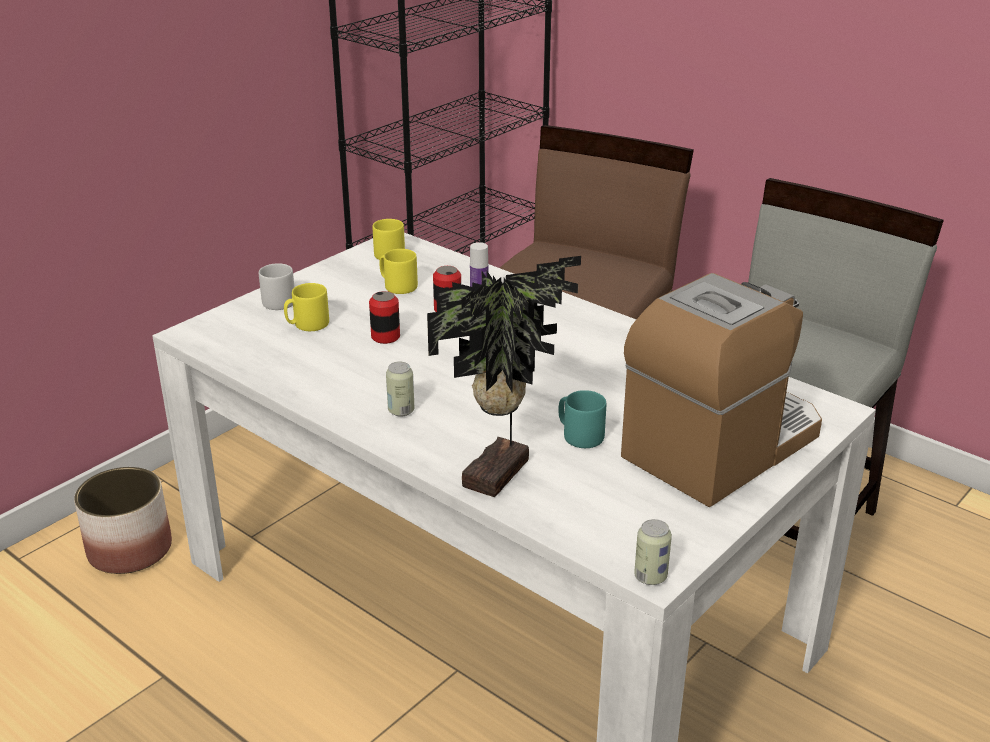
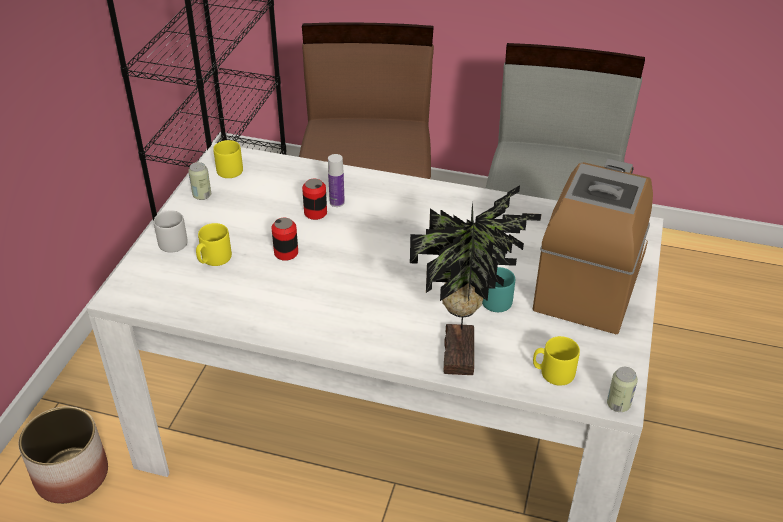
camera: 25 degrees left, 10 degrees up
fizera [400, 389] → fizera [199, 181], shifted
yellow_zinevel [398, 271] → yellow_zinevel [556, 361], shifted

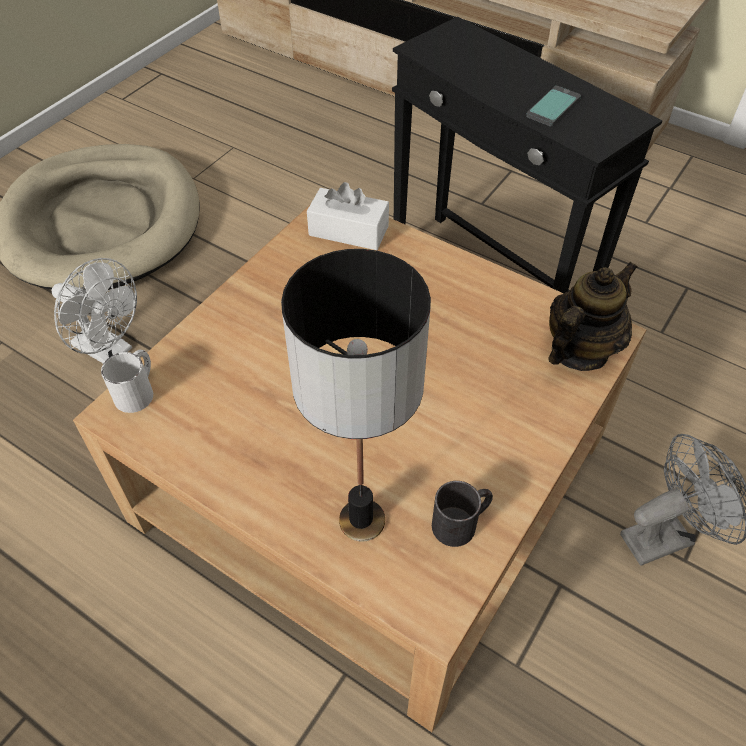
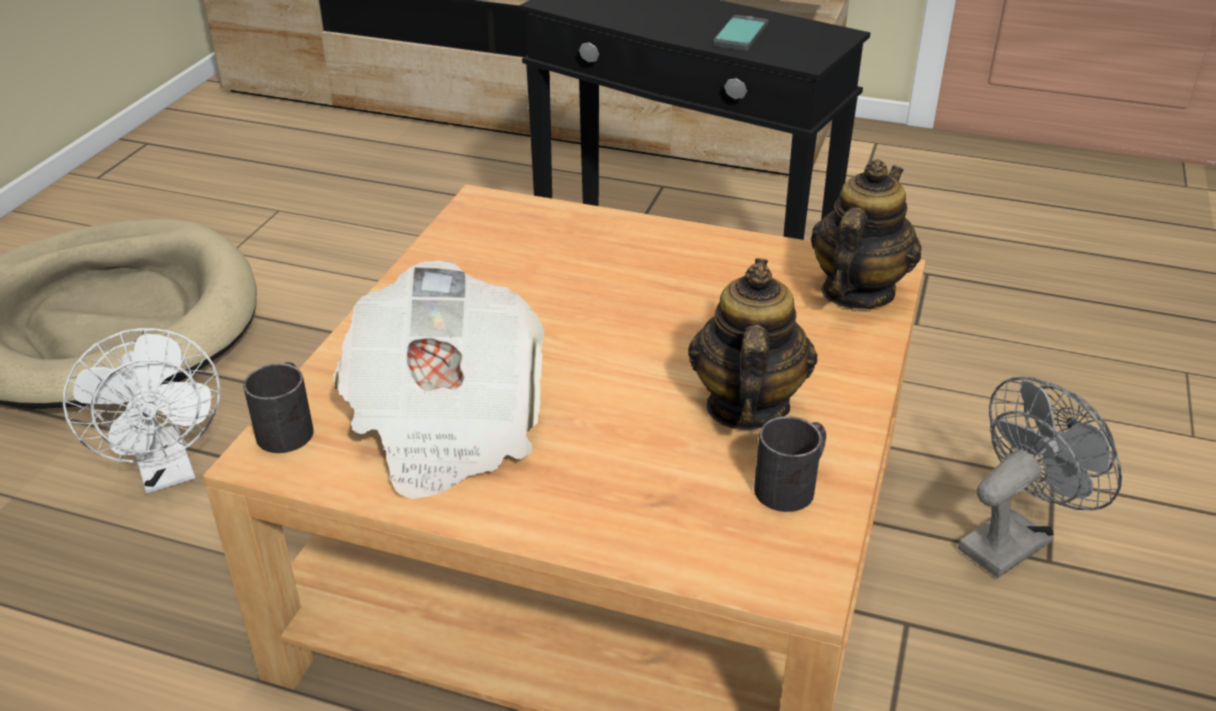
camera: 15 degrees left, 15 degrees down
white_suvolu [94, 311] → white_suvolu [141, 410], 45 degrees clockwise
white_zinevel [127, 381] → black_zinevel [278, 407]
- → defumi [439, 379]
- → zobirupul [752, 344]
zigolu [356, 395] → -
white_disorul [348, 216] → -

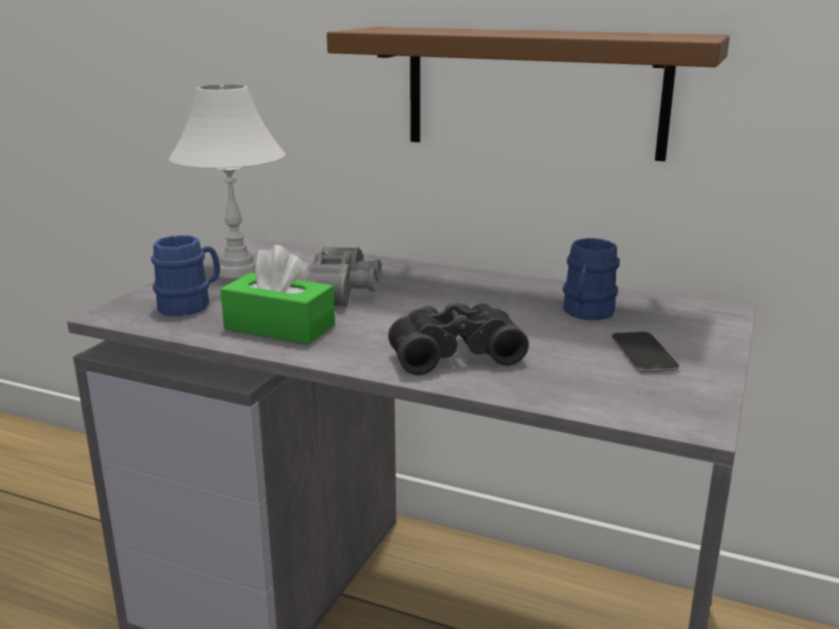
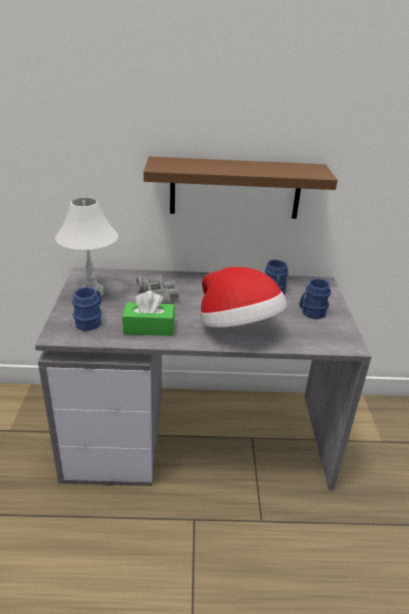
camera: 25 degrees left, 10 degrees up
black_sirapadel [458, 339] → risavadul [243, 297]
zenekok [645, 352] → blue_zinevel [315, 299]

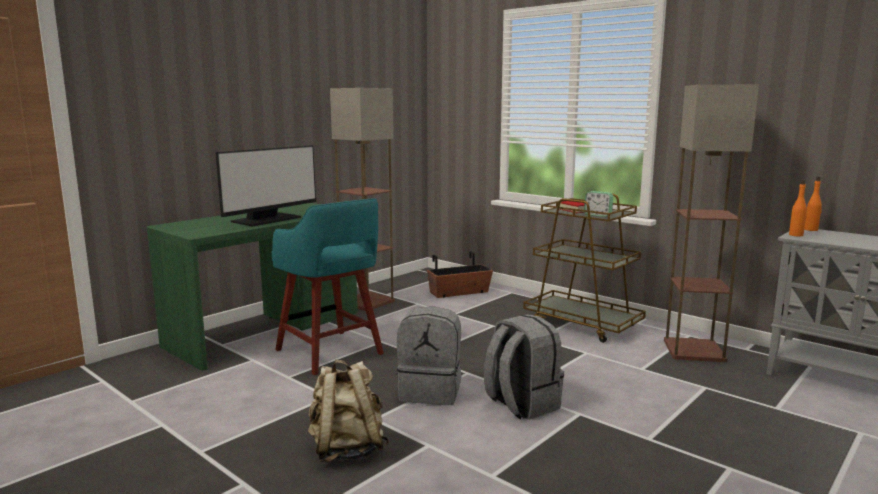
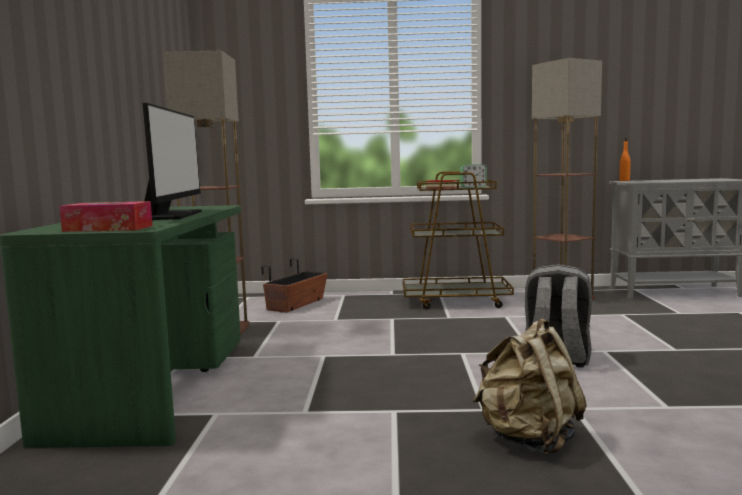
camera: 40 degrees left, 5 degrees down
- → disorul [106, 216]
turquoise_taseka [328, 286] → -
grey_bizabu [429, 355] → -
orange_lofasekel [798, 208] → -

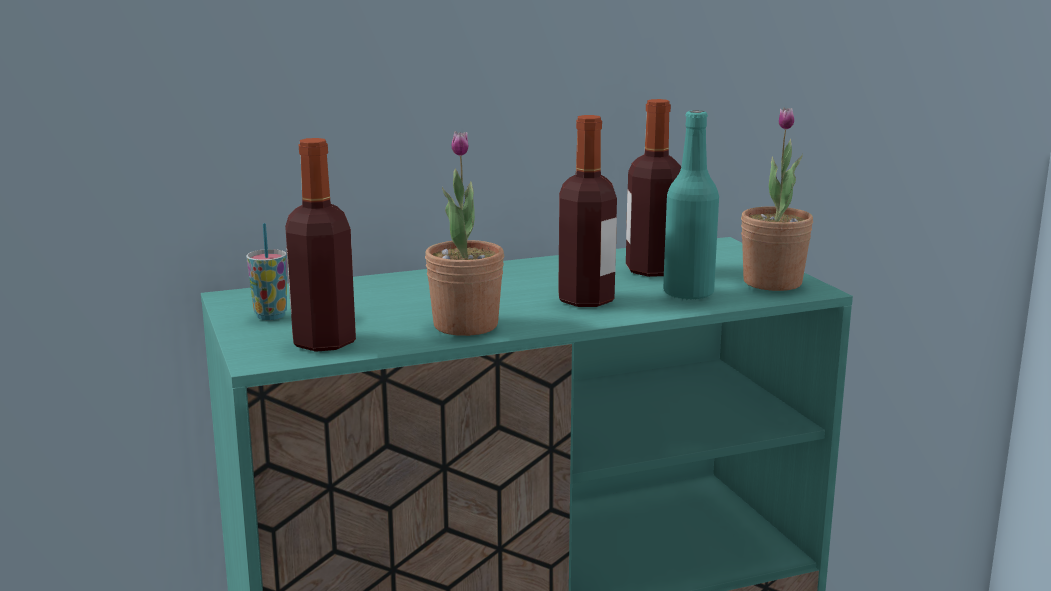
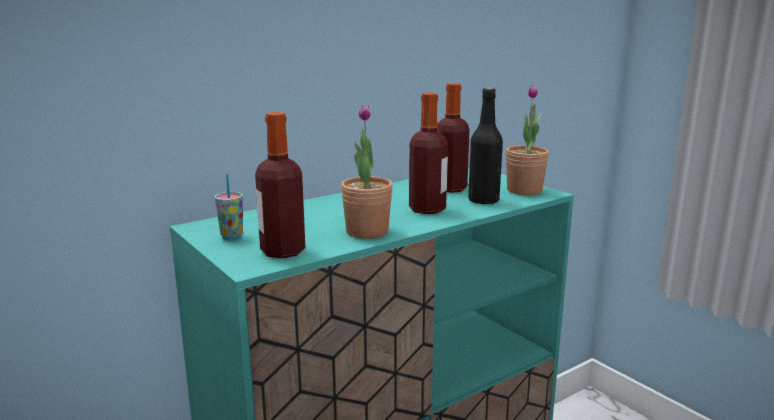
camera: 15 degrees left, 0 degrees up
turquoise_lofasekel [691, 205] → black_lofasekel [485, 146]

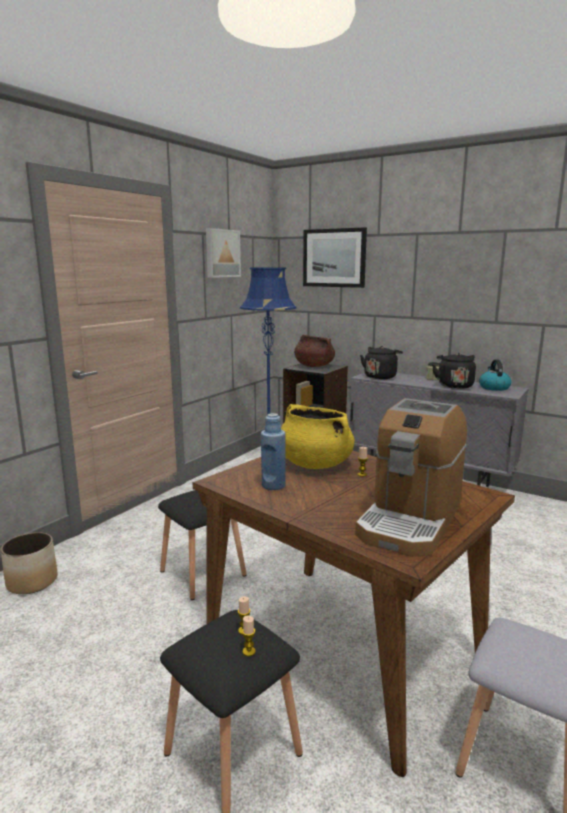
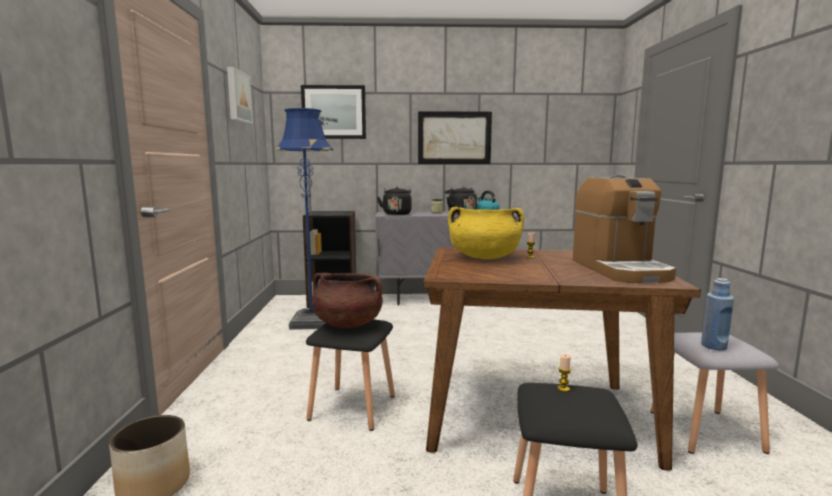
camera: 35 degrees left, 5 degrees down
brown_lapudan [314, 351] → brown_lapudan [347, 300], shifted
- → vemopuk [455, 137]
blue_lofasekel [273, 451] → blue_lofasekel [717, 314], shifted
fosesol [249, 635] → -

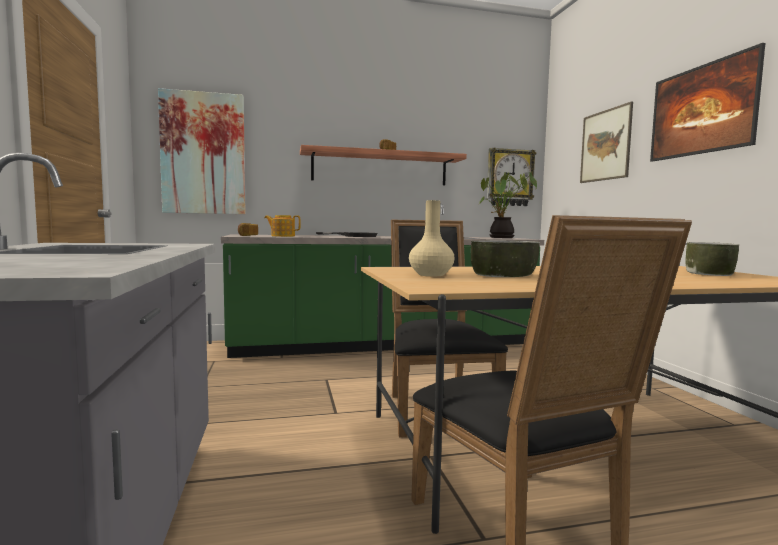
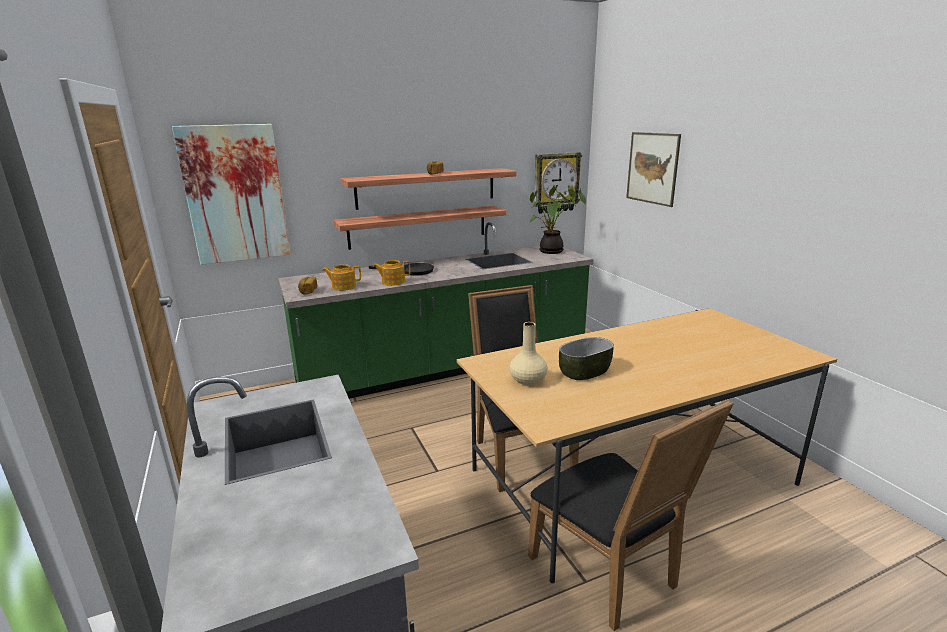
camera: 10 degrees left, 15 degrees up
- → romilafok [420, 228]
- → zobirupul [391, 273]
vemopuk [707, 102] → -
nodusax [712, 259] → -

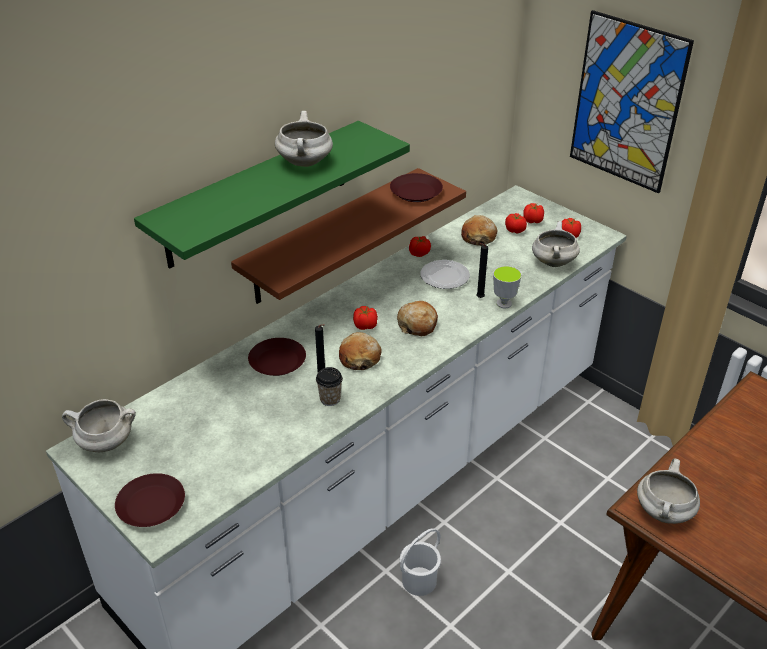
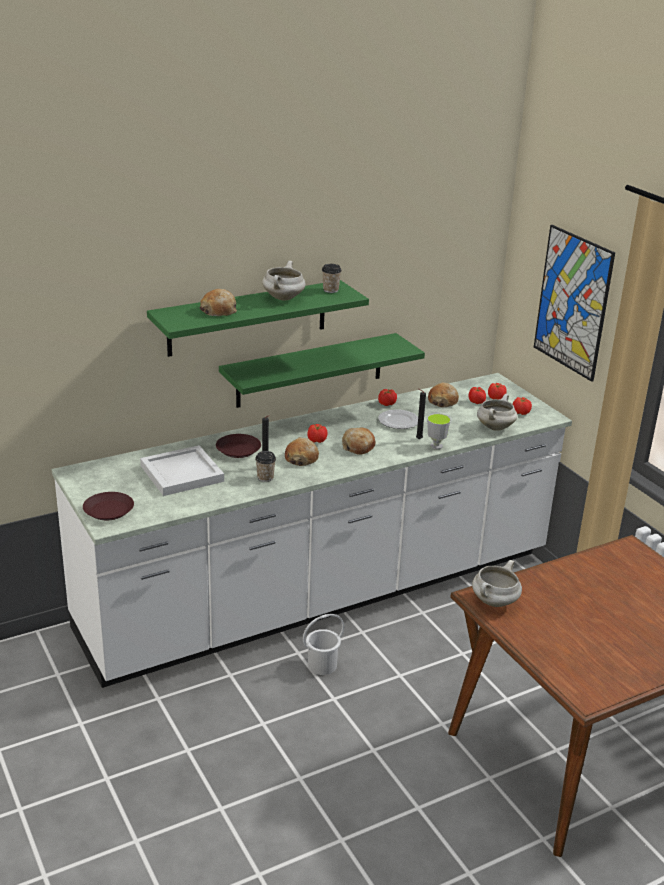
camera: 15 degrees right, 10 degrees down
- → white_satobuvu [182, 470]
- → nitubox [218, 302]
brown_romilafok [348, 236] → green_romilafok [322, 370]
- → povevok [332, 278]
white_lapudan [99, 425] → -
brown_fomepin [416, 187] → -

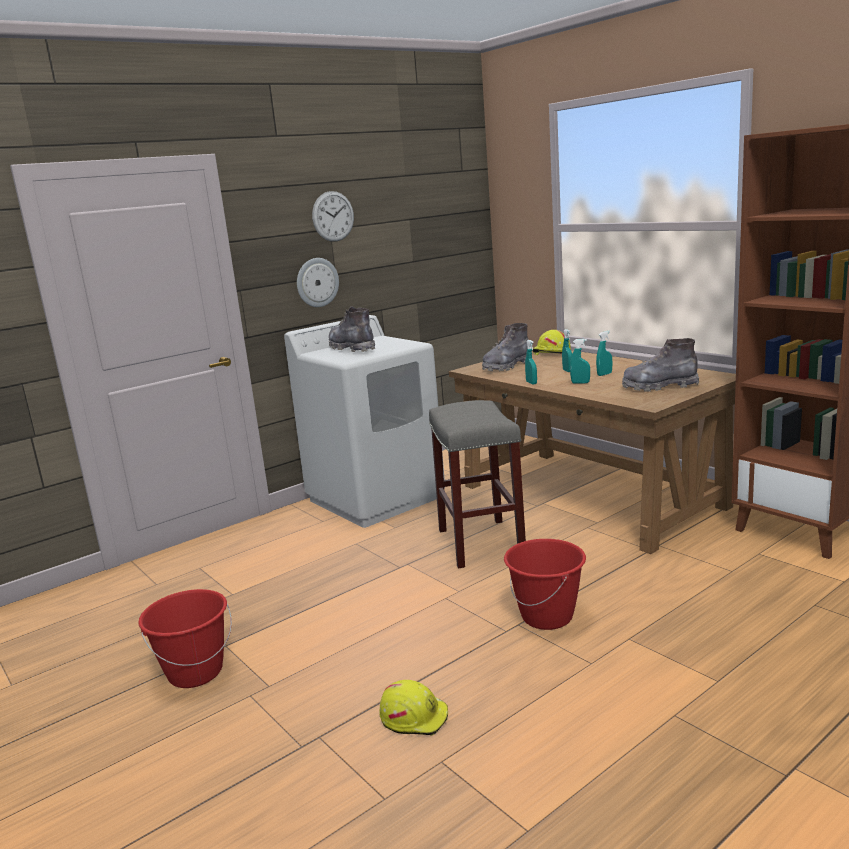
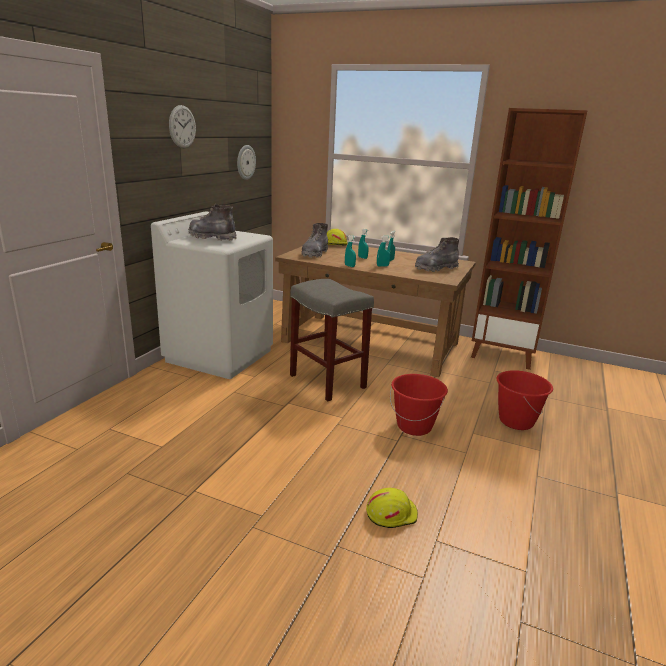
camera: 30 degrees left, 5 degrees up
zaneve [318, 282] → zaneve [246, 162], shifted
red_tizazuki [185, 638] → red_tizazuki [524, 400], shifted

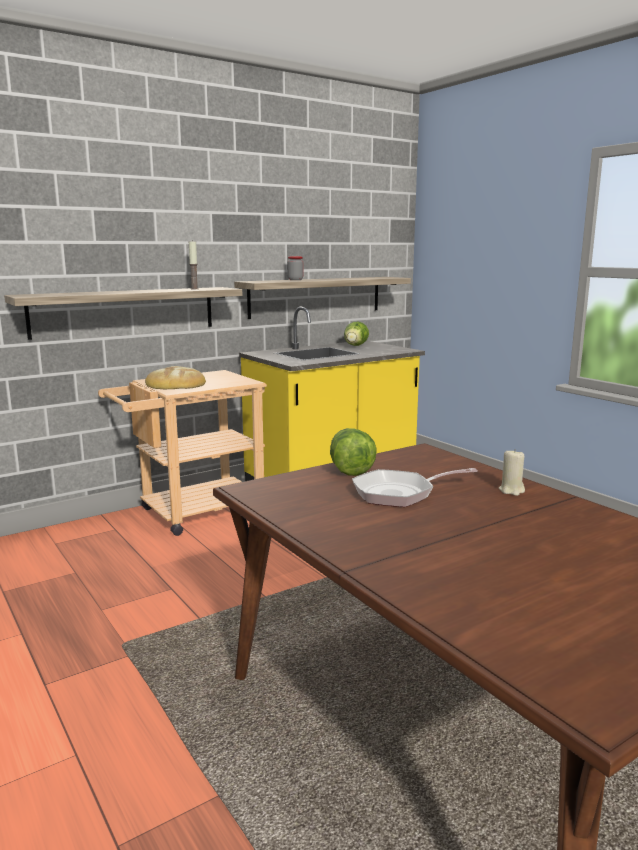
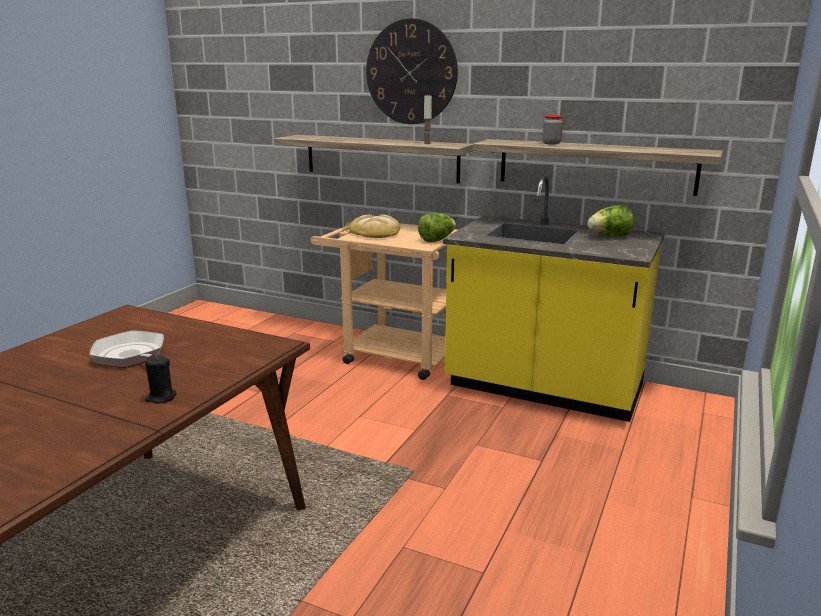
camera: 60 degrees right, 5 degrees up
beige_fosesol [512, 472] → black_fosesol [161, 379]
- → zaneve [412, 71]
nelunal [353, 452] → nelunal [437, 227], shifted

